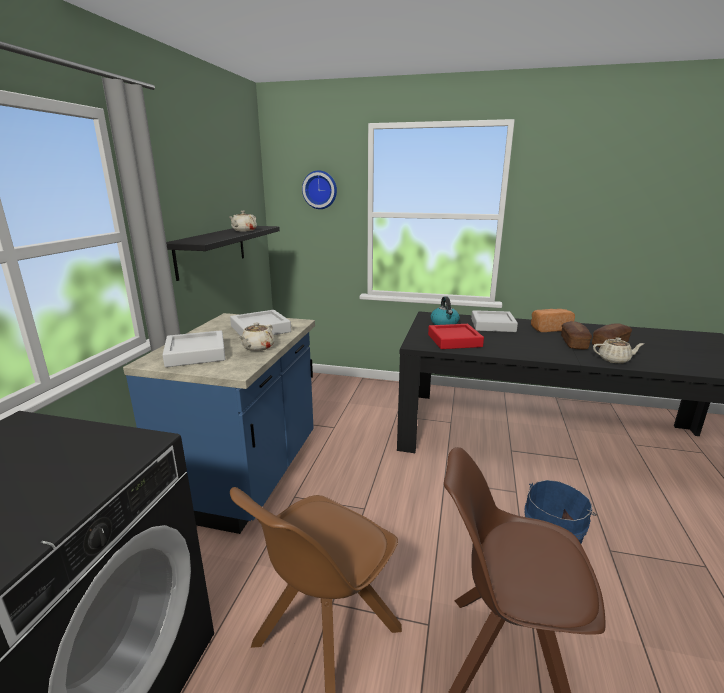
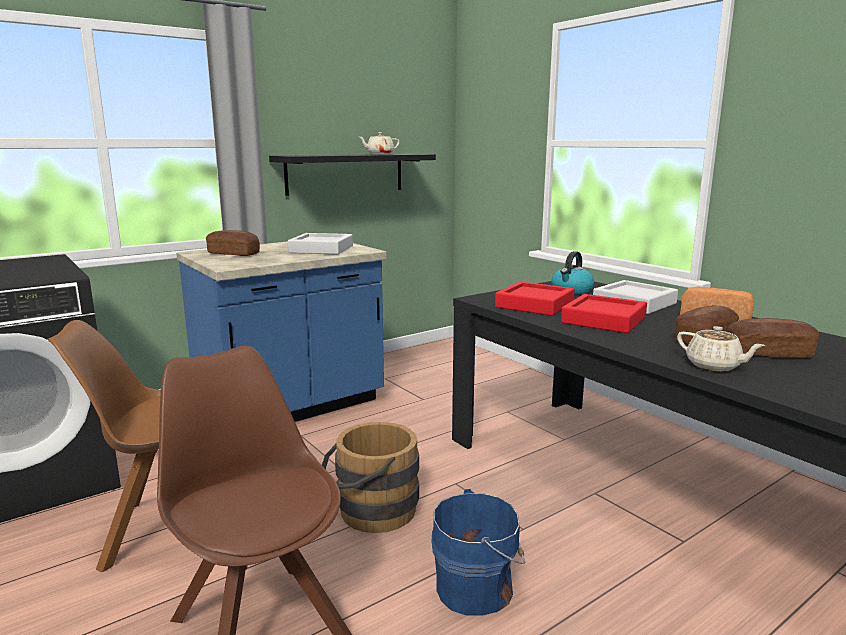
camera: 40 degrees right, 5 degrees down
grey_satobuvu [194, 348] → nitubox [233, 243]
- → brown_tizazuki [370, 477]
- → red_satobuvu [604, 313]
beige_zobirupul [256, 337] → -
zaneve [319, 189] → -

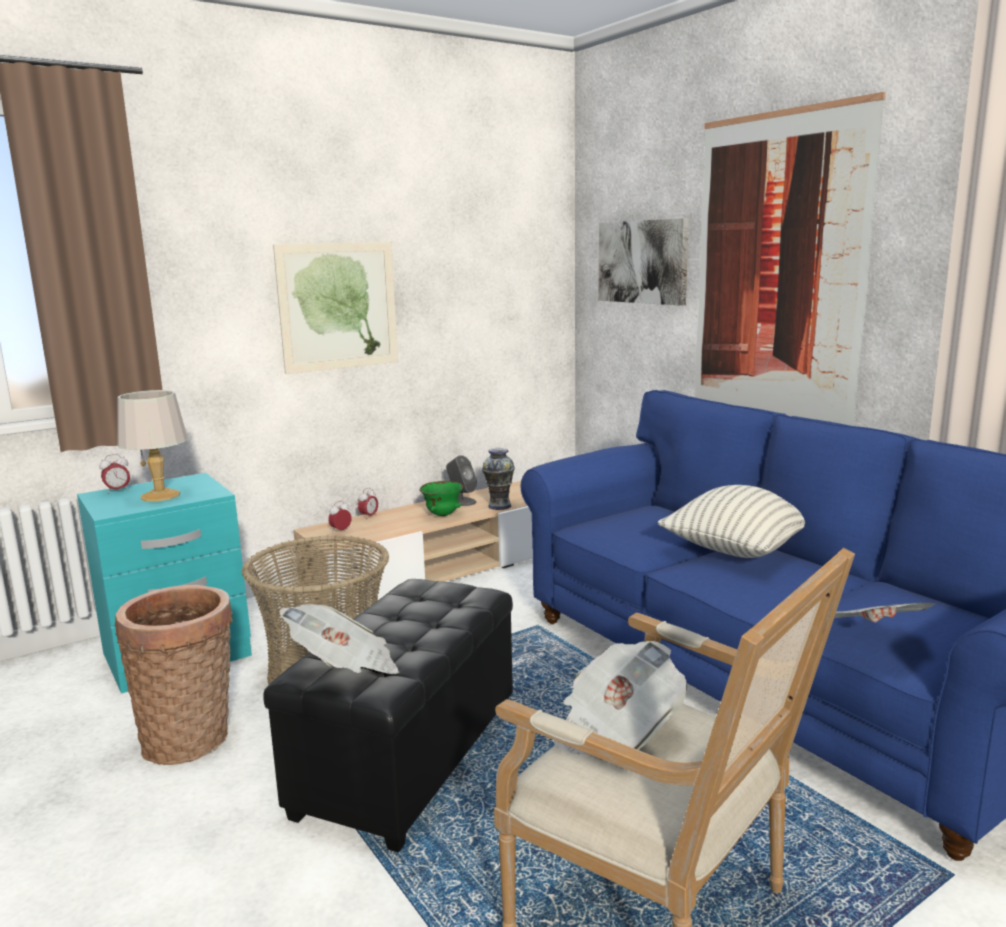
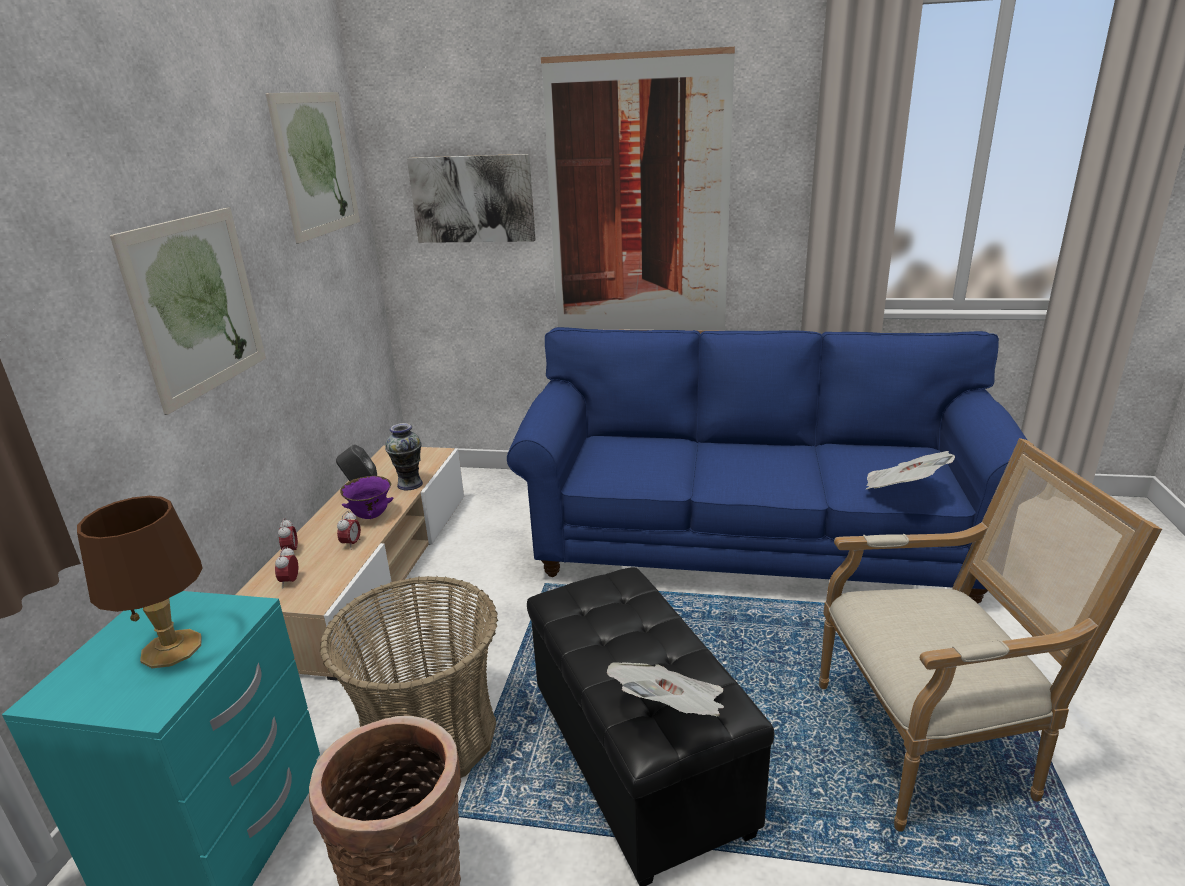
camera: 45 degrees left, 10 degrees up
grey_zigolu [153, 446] → brown_zigolu [140, 582]
- → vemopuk [313, 168]
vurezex [114, 474] → vurezex [349, 529], shifted
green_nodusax [441, 498] → purple_nodusax [366, 497]
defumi [620, 700] → -
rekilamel [731, 521] → -

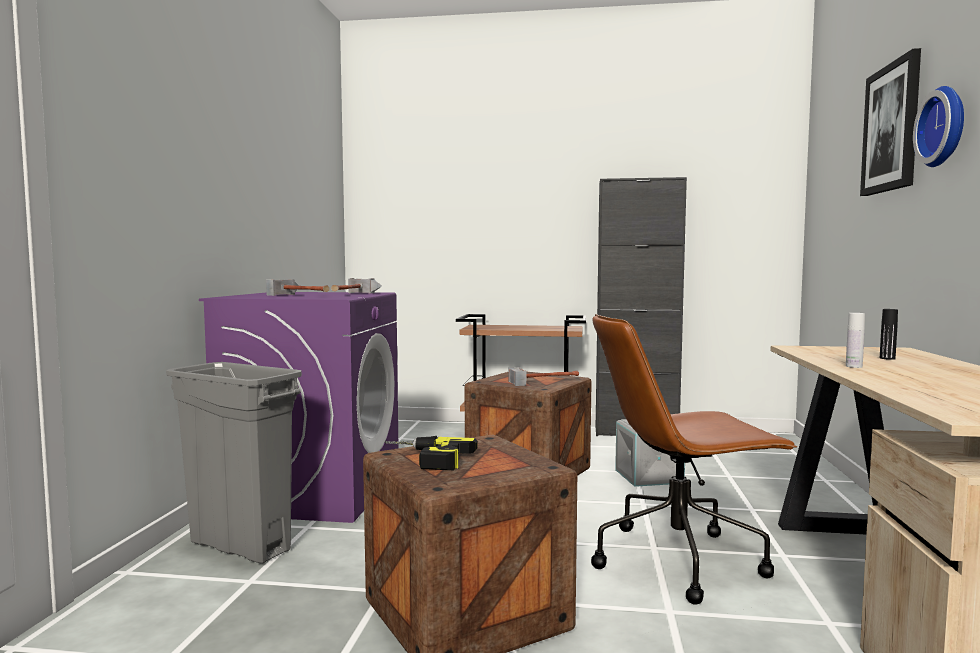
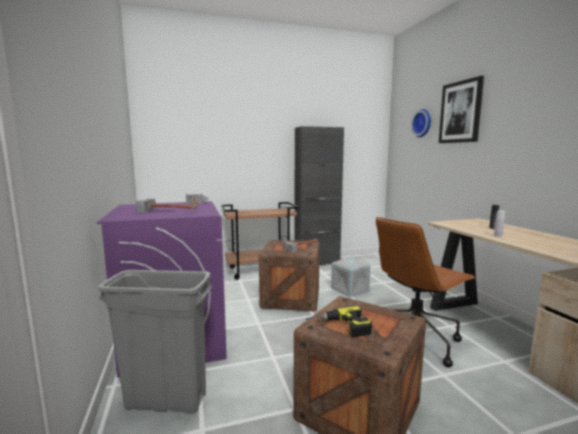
camera: 25 degrees left, 5 degrees up
zaneve [938, 126] → zaneve [421, 123], shifted

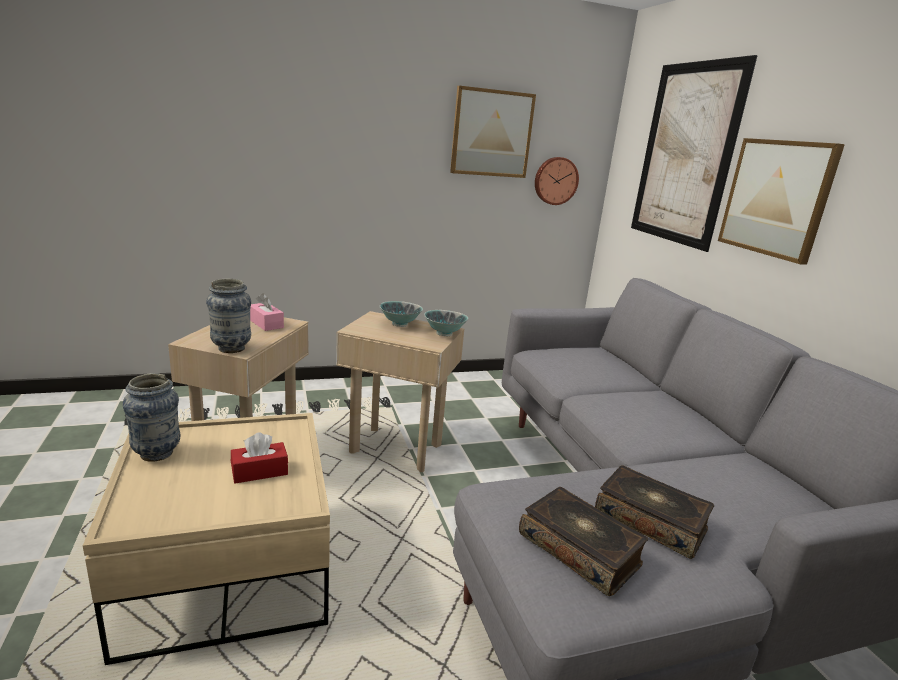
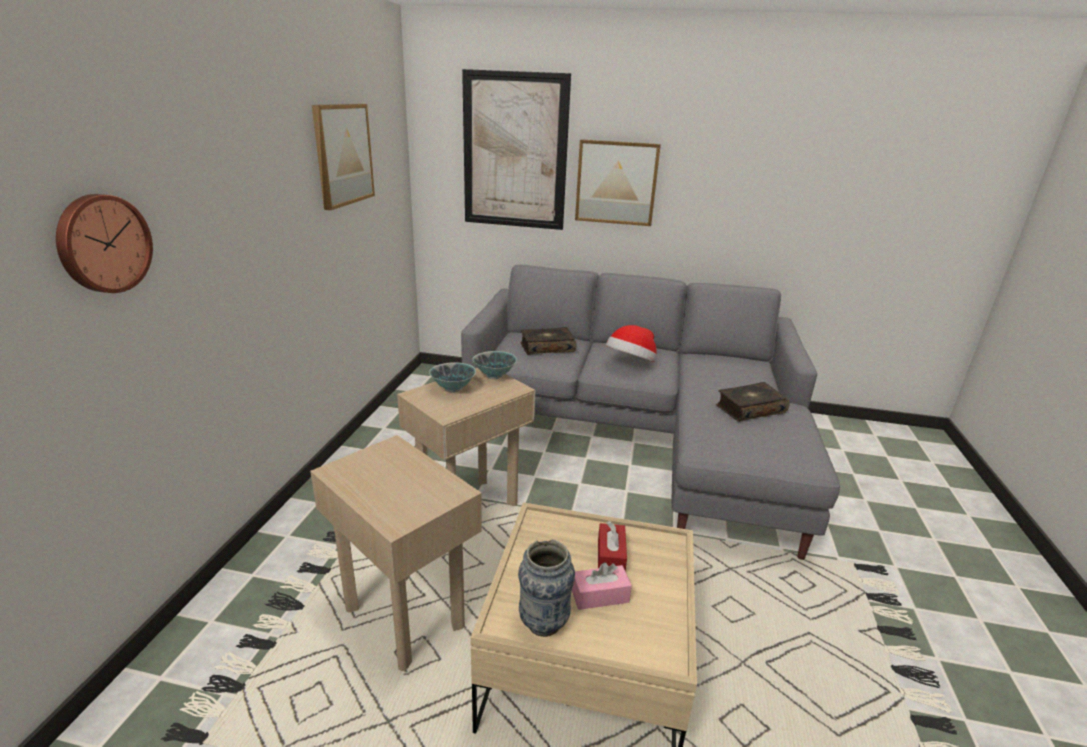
camera: 60 degrees left, 5 degrees up
zaneve [557, 181] → zaneve [104, 243], shifted
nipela [583, 541] → nipela [548, 340], shifted
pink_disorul [267, 312] → pink_disorul [602, 586], shifted
- → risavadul [631, 343]
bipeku [228, 315] → -

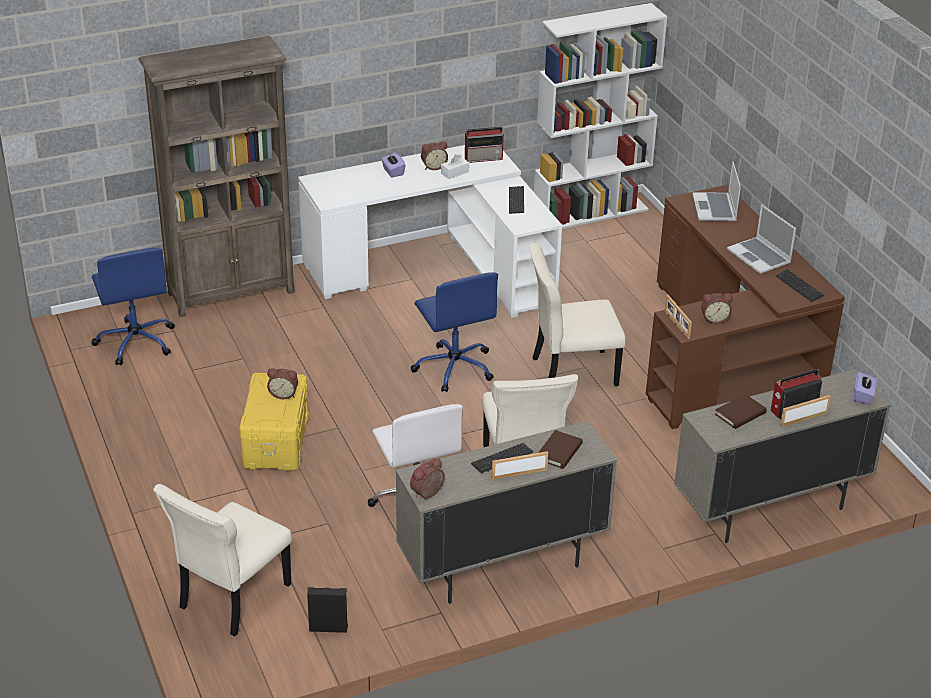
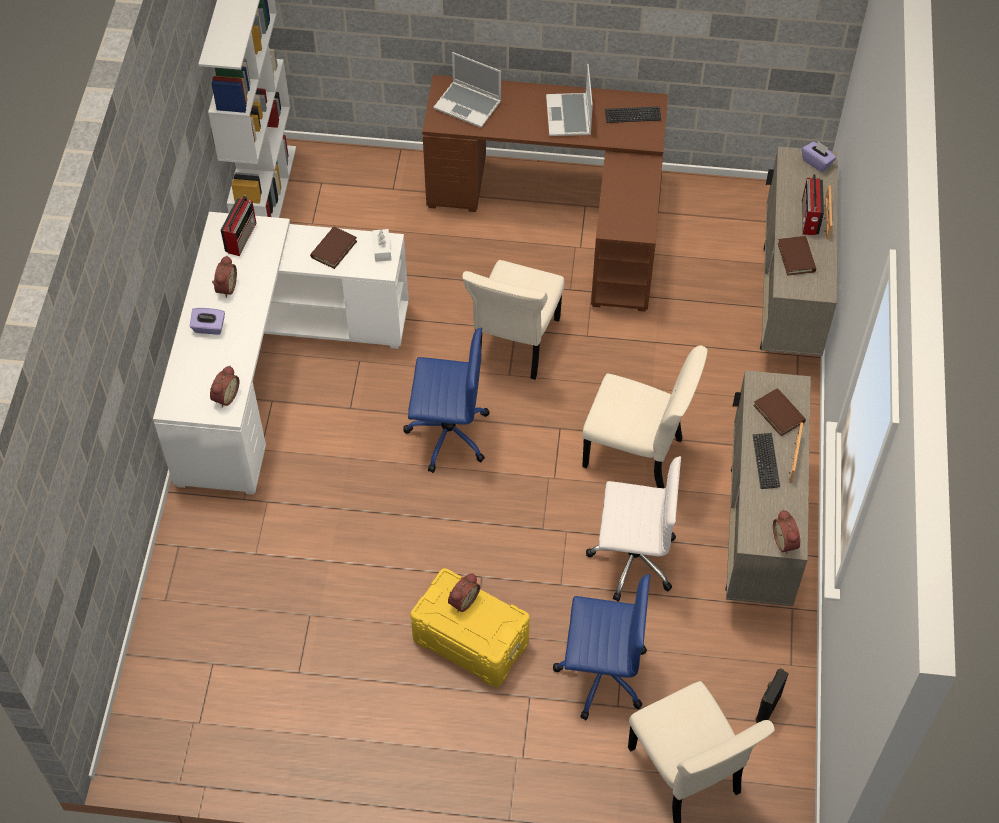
camera: 60 degrees left, 20 degrees up
vurezex [717, 308] → vurezex [224, 387], shifted
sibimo [516, 200] → brown_nipela [333, 248]
white_disorul [455, 166] → white_disorul [381, 245], shifted
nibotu [761, 239] → nibotu [569, 100], 90 degrees clockwise
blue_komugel [133, 306] → blue_komugel [601, 647], shifted
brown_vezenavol [217, 176] → -
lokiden [678, 317] → -

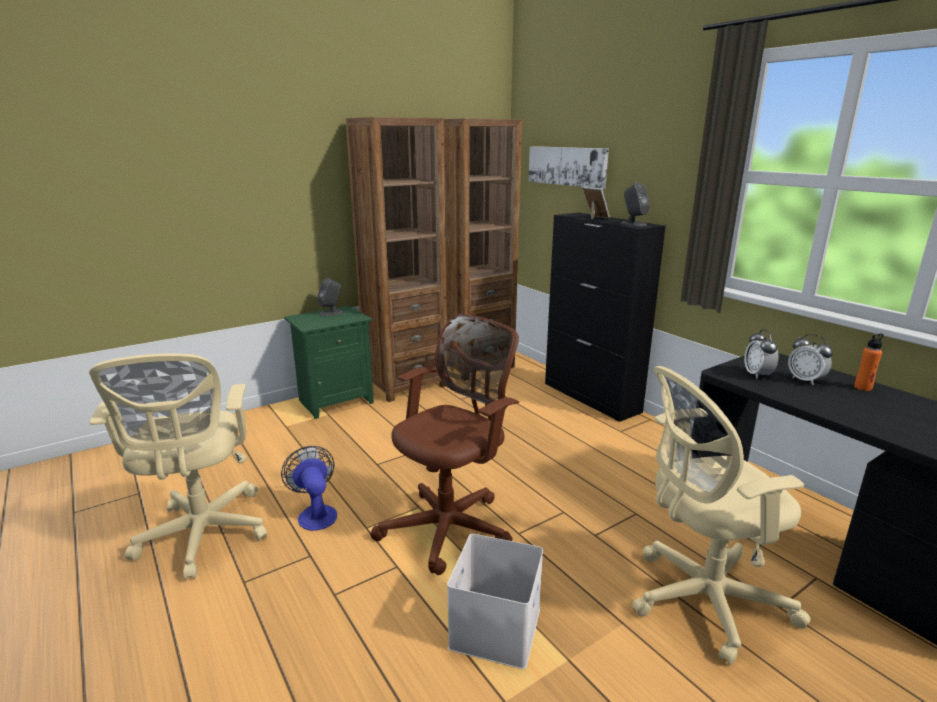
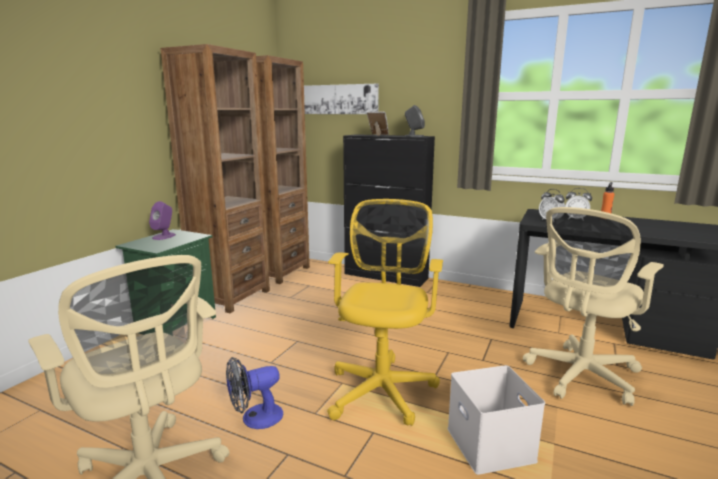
camera: 30 degrees left, 5 degrees down
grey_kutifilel [330, 297] → purple_kutifilel [162, 220]
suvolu [309, 488] → suvolu [254, 393], 60 degrees counterclockwise
brown_komugel [444, 444] → yellow_komugel [385, 312]

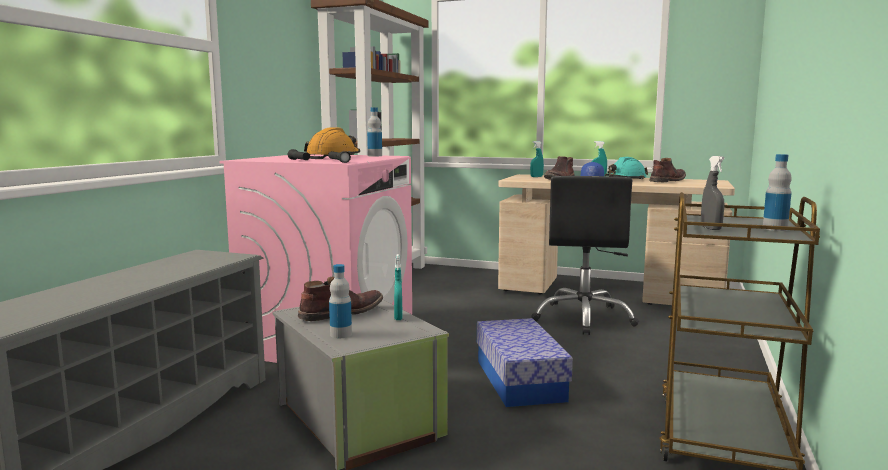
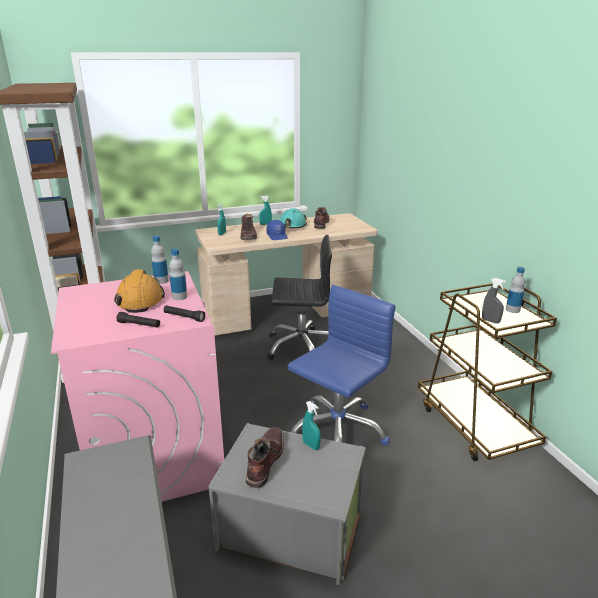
camera: 40 degrees left, 15 degrees up
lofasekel [340, 301] → lofasekel [178, 274], shifted
black_komugel [585, 255] → black_komugel [299, 297], 60 degrees counterclockwise
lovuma [525, 362] → blue_komugel [342, 365]

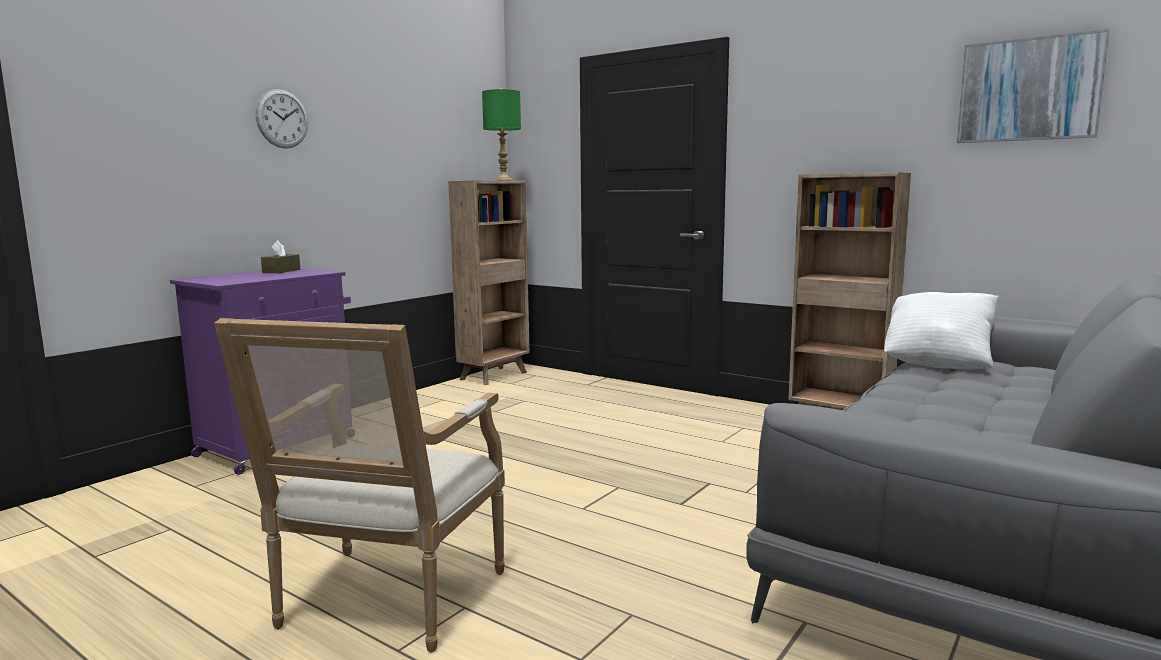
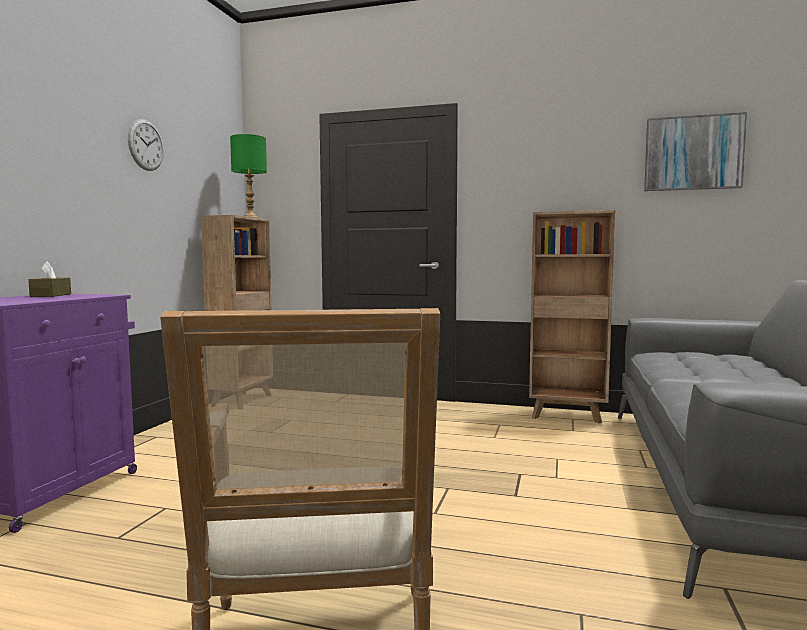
camera: 20 degrees left, 5 degrees down
zaneve [282, 119] → zaneve [146, 145], shifted
white_rekilamel [941, 331] → -

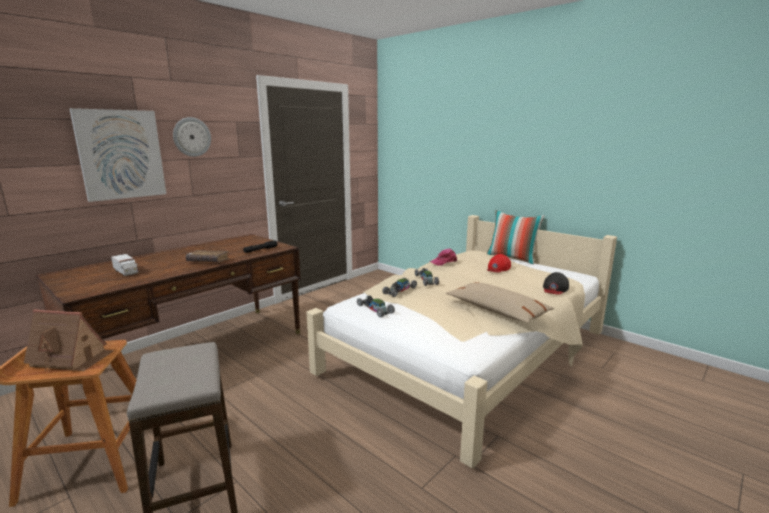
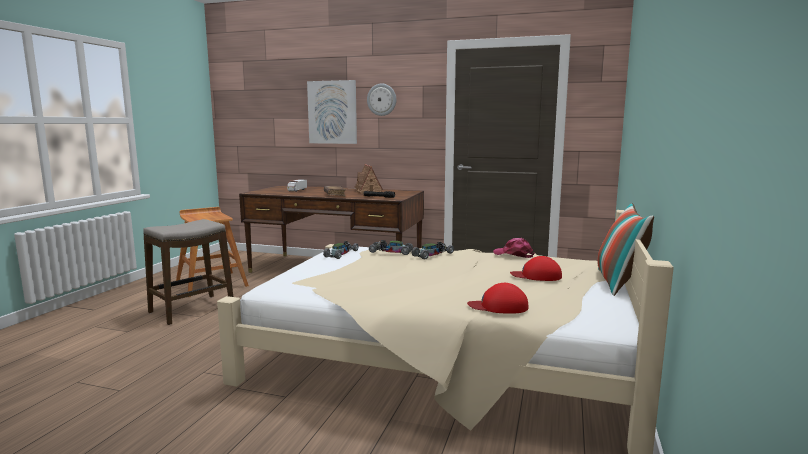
camera: 65 degrees right, 5 degrees down
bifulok [69, 340] → bifulok [368, 179], shifted
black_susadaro [556, 283] → red_susadaro [498, 298]
beige_rekilamel [500, 303] → -

